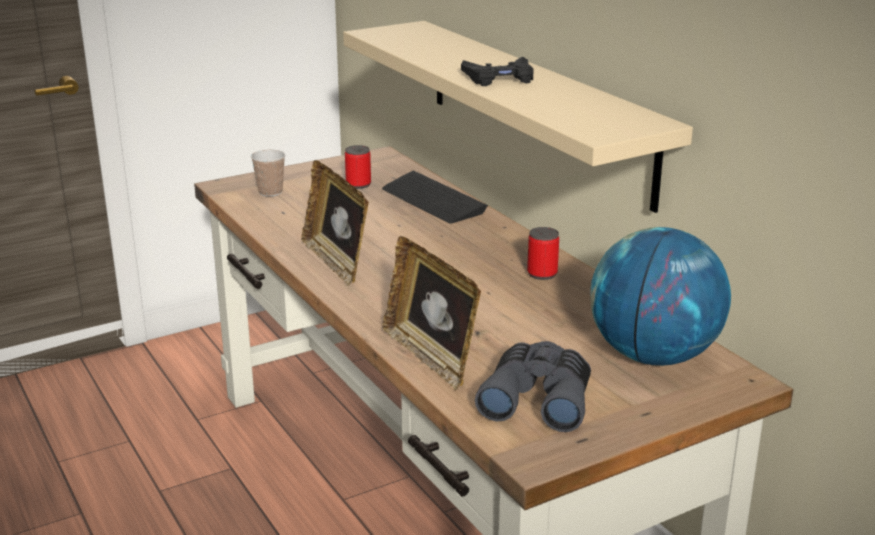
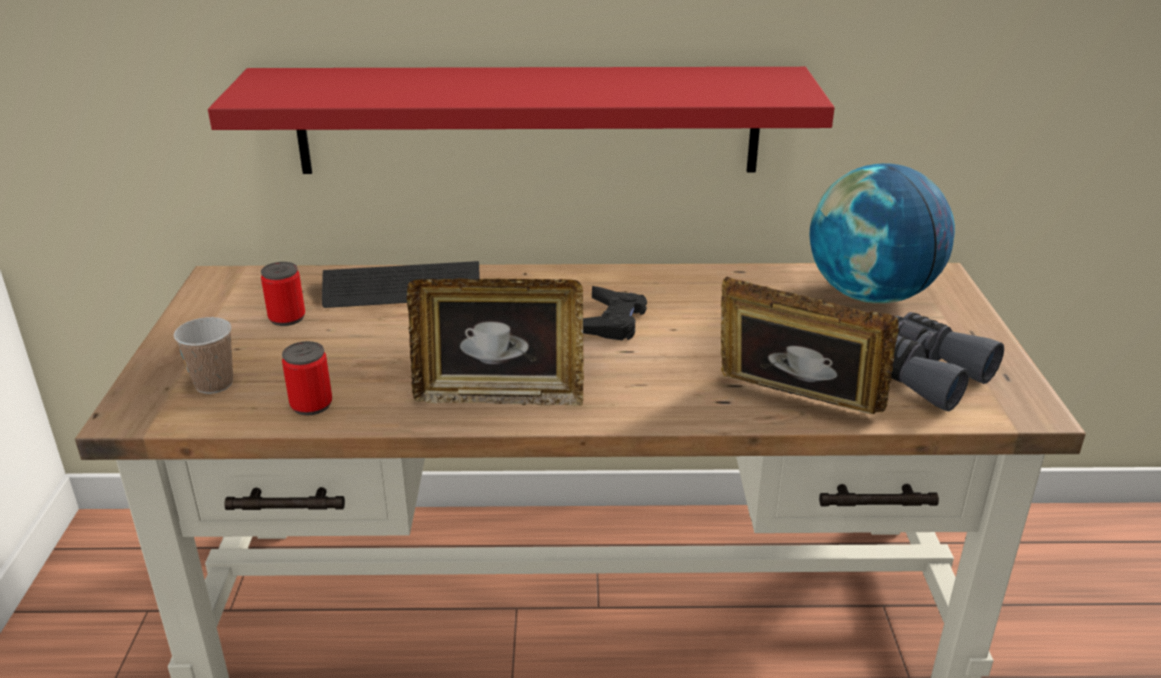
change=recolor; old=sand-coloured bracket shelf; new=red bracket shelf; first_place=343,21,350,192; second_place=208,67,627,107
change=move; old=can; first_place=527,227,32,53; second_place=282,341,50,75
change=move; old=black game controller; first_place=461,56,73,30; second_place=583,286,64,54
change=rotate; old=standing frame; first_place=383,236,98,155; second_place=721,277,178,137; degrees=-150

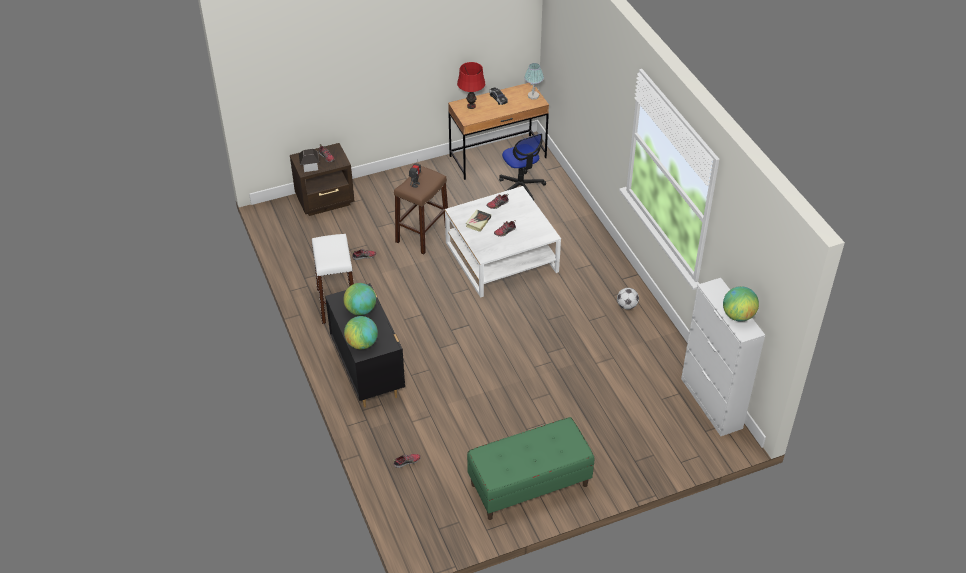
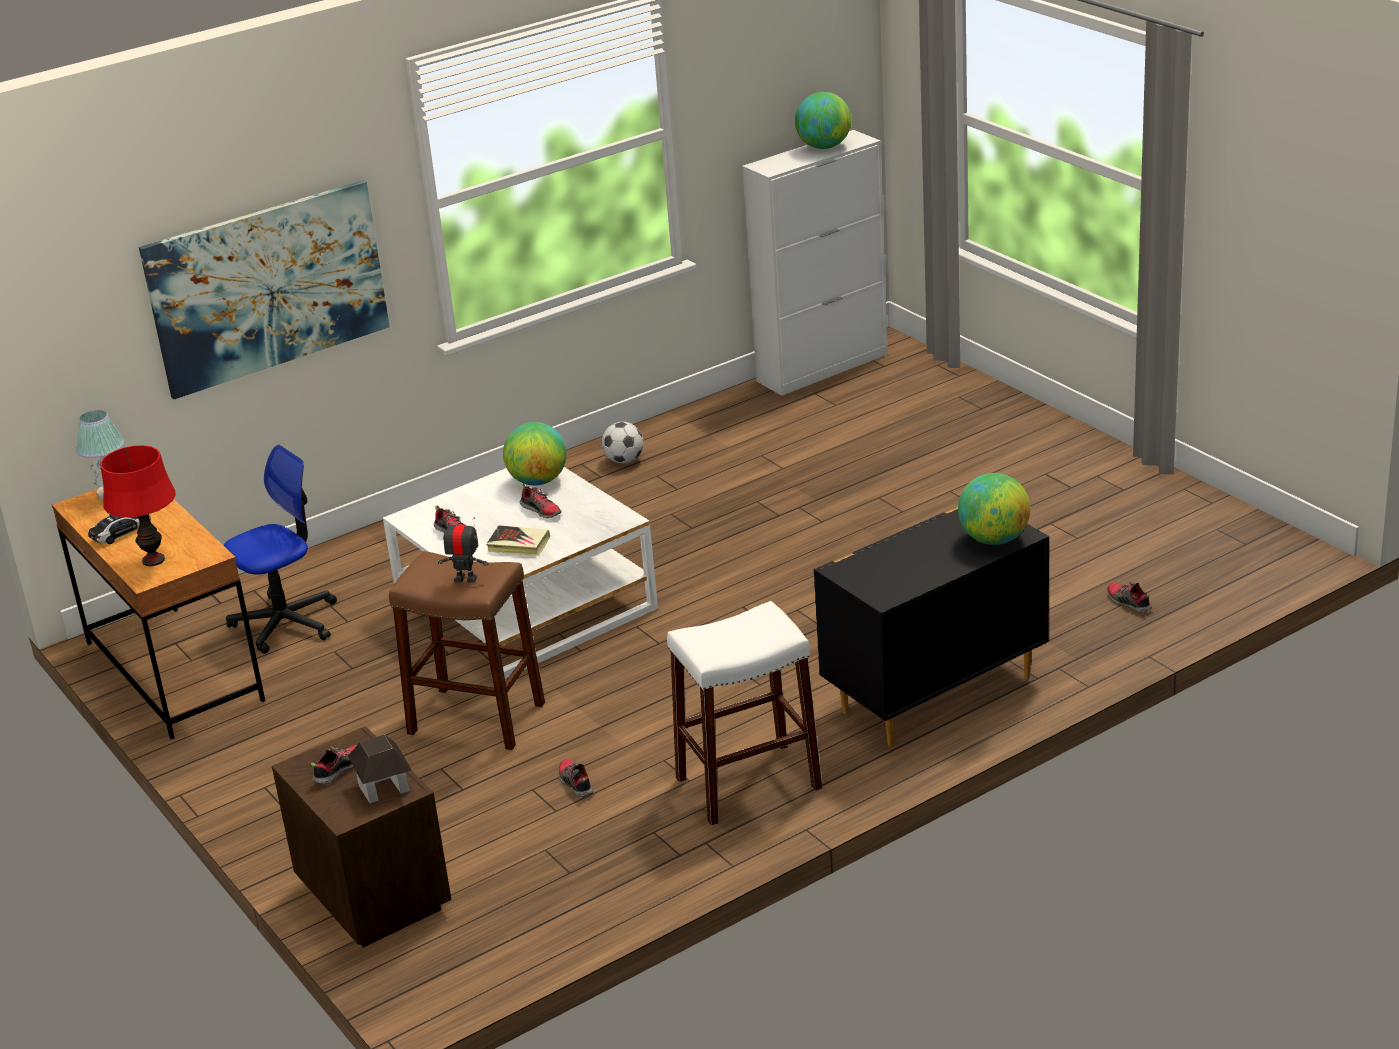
change=insert; new=picture; second_place=139,180,251,219
change=move; old=globe; first_place=343,283,33,32; second_place=503,422,64,64
change=delete; old=green-coloured bench; first_place=467,417,127,103

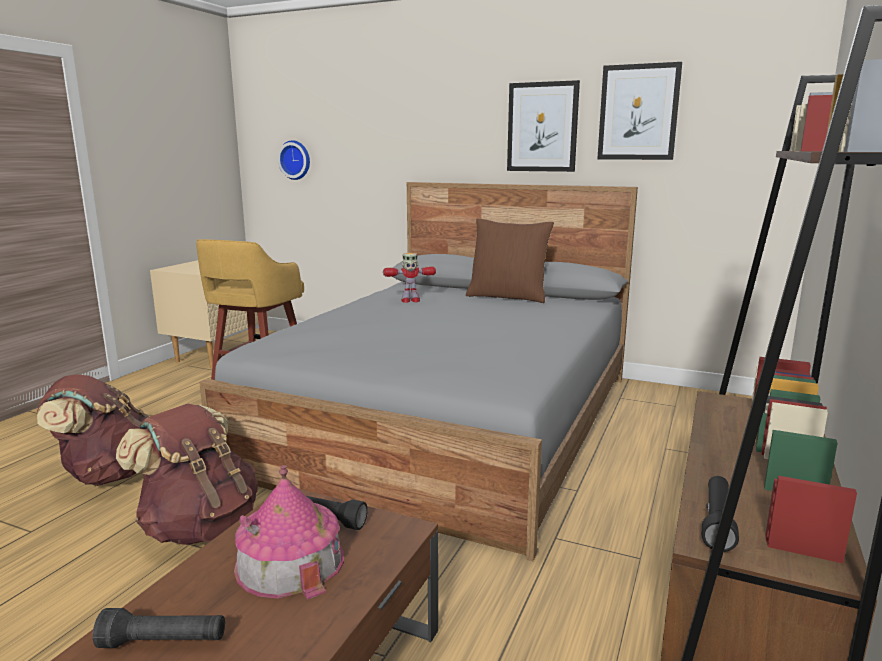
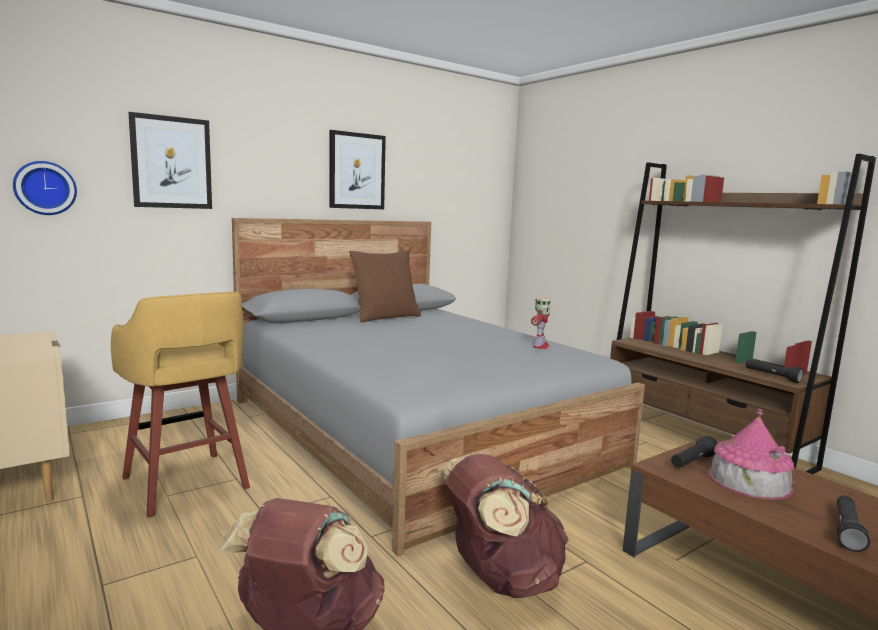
change=move; old=picture; first_place=597,62,85,98; second_place=128,112,84,97
change=move; old=robot figure; first_place=383,253,53,50; second_place=531,298,20,51

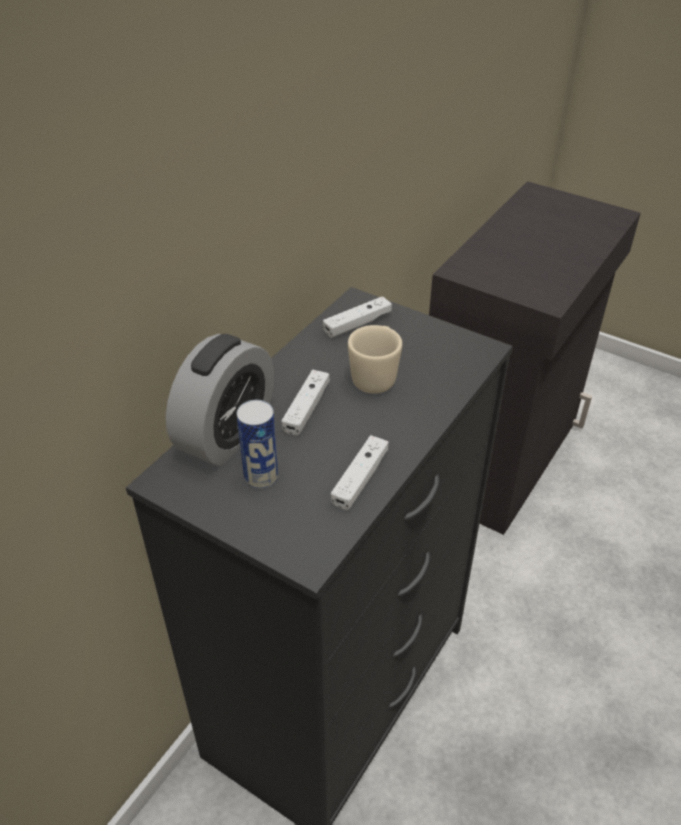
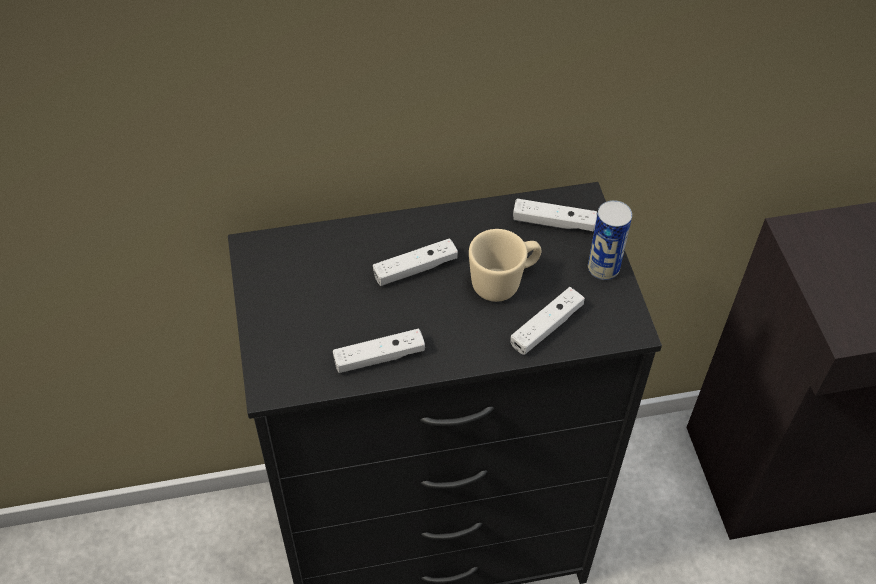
change=insert; new=white-coloured game controller; second_place=510,287,75,68
change=move; old=can; first_place=237,400,41,89; second_place=588,200,44,80
change=delete; old=table clock; first_place=166,334,108,132

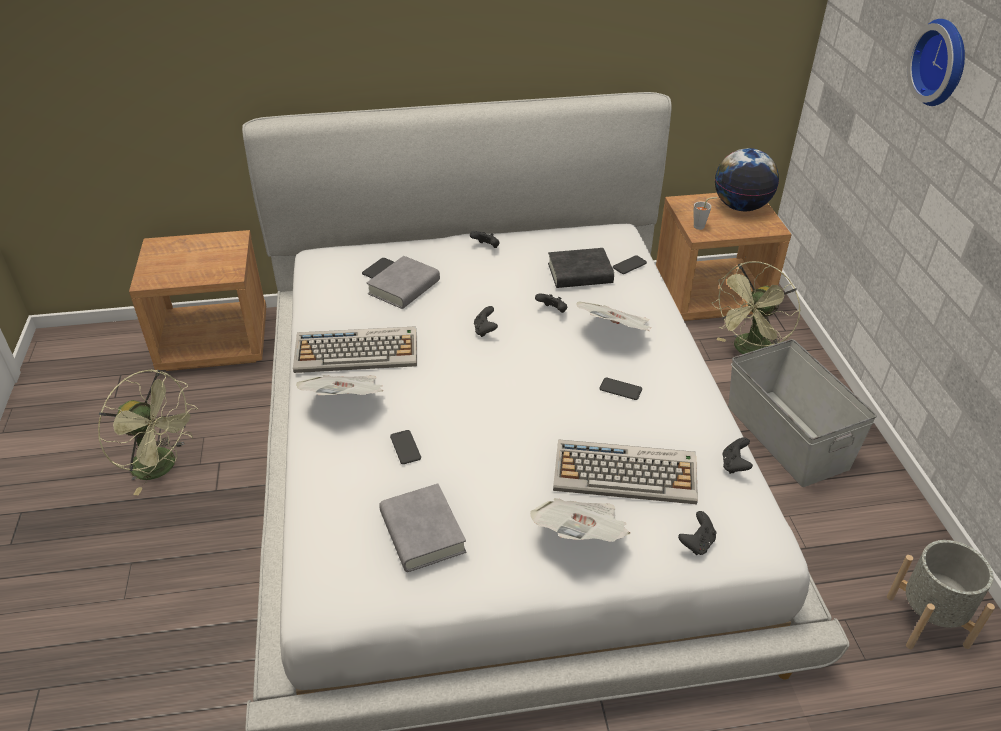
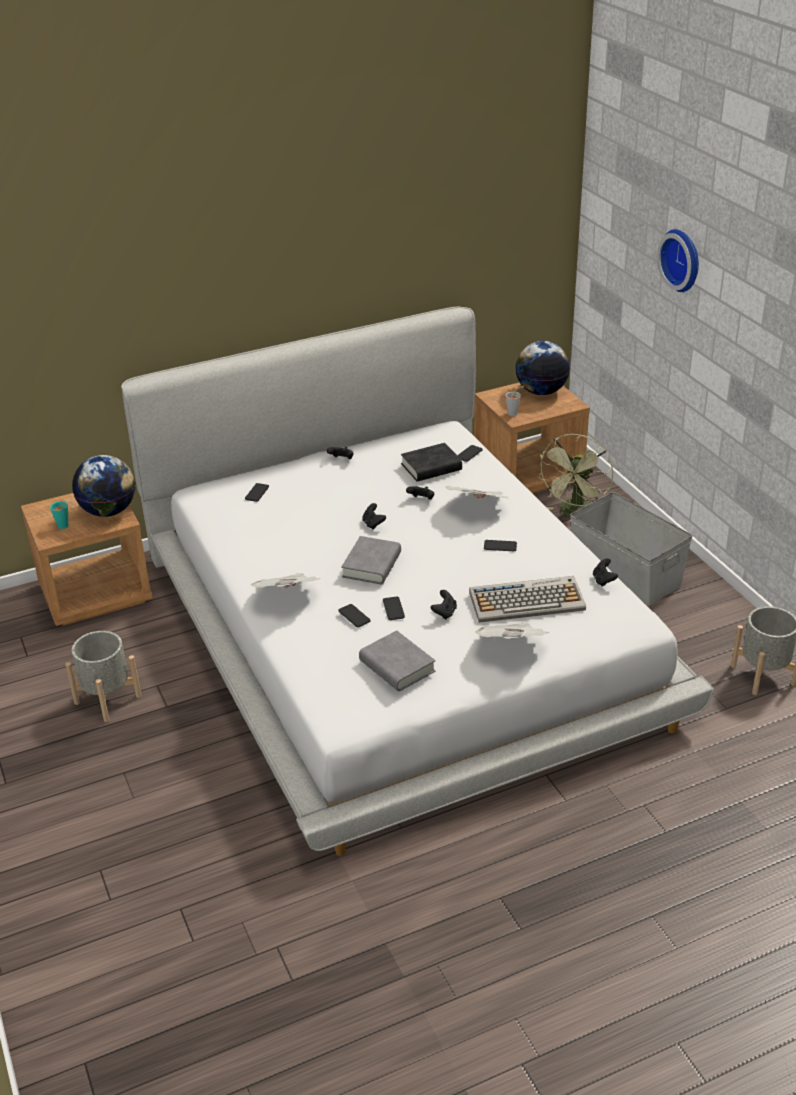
change=insert; new=turquoise-coloured drinking cup; second_place=50,500,21,29
change=replace; old=green-coloured cooling fan; new=gray plant pot; first_place=98,369,100,126; second_place=65,631,76,91
change=insert; new=globe; second_place=72,455,64,62
change=move; old=gray volume; first_place=367,256,73,53; second_place=341,536,60,48
change=insert; new=telephone; second_place=383,597,22,23
change=move; old=black game controller; first_place=678,511,39,44; second_place=431,590,26,30
change=delete; old=computer keyboard; first_place=293,326,124,47

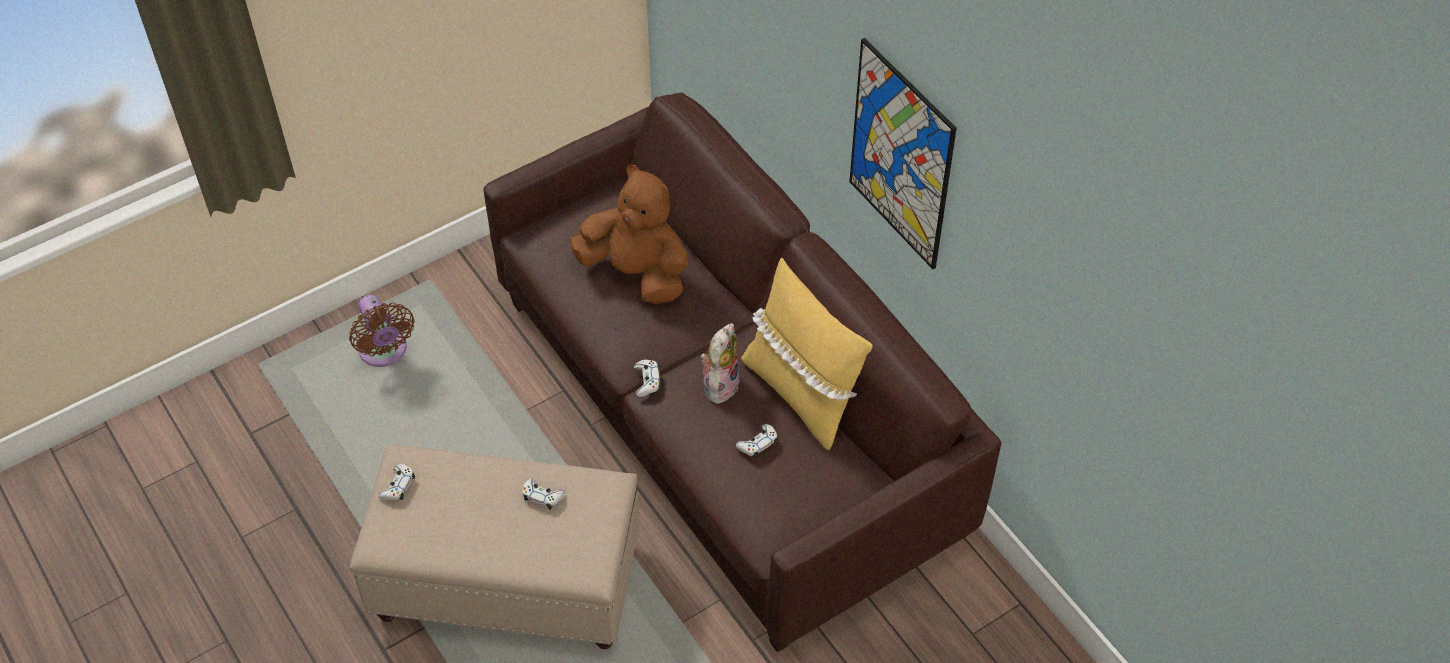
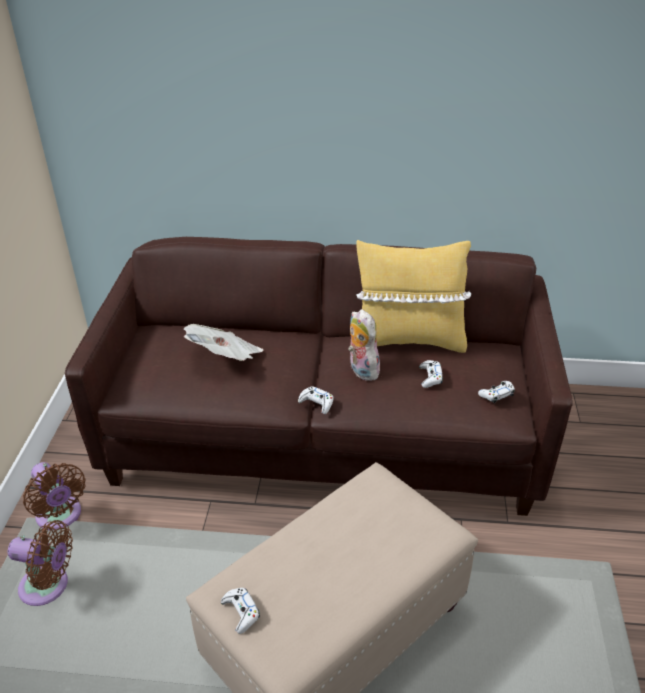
change=insert; new=brown cooling fan; second_place=23,462,63,68
change=replace; old=brown plush toy; new=printed paper; first_place=569,164,119,140; second_place=183,324,81,37
change=move; old=white-coloured game controller; first_place=522,479,44,31; second_place=478,381,37,22
change=delete; old=picture; first_place=849,38,108,231

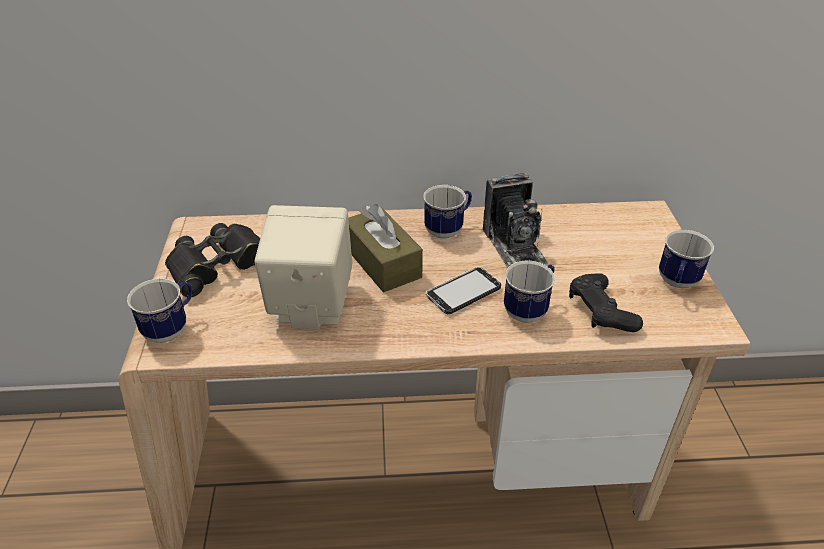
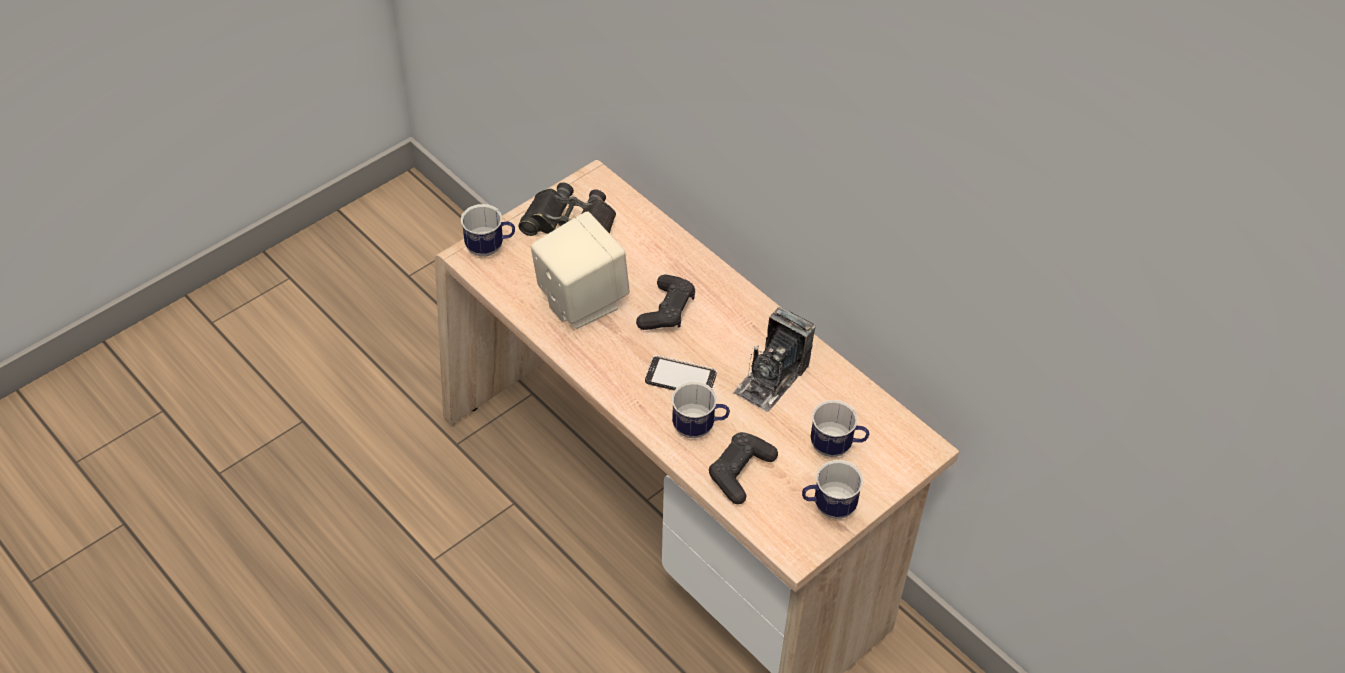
change=replace; old=brown box of tissues; new=black game controller; first_place=348,204,75,88; second_place=636,274,59,56
change=move; old=tea mug; first_place=423,185,49,54; second_place=810,400,59,57

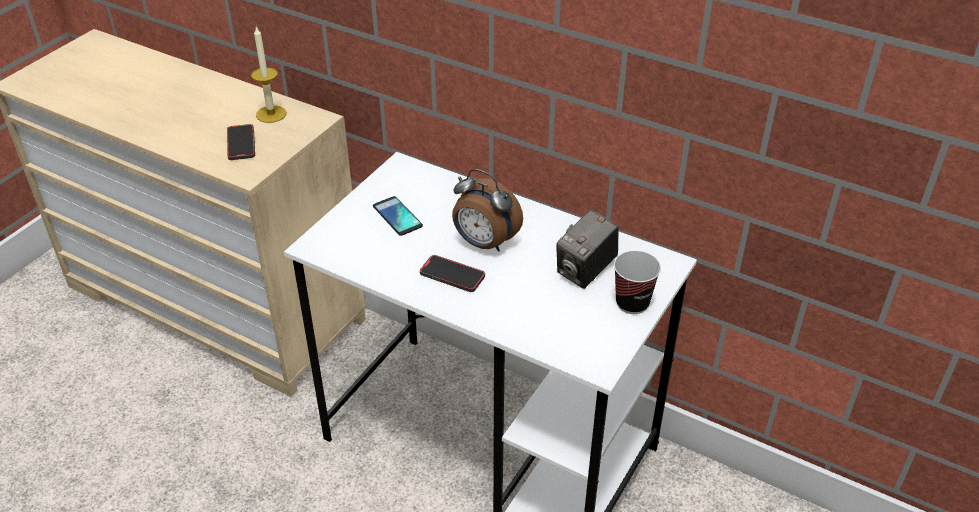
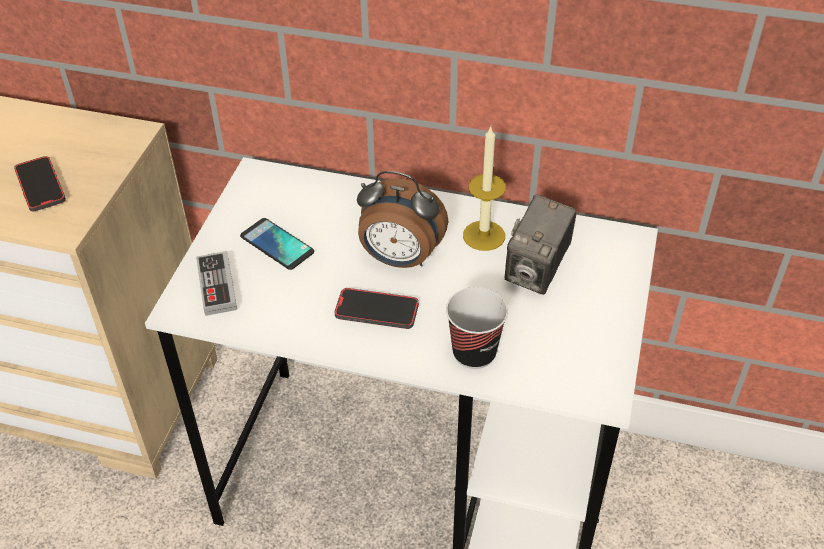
change=insert; new=game controller; second_place=196,251,41,65
change=move; old=drinking cup; first_place=614,251,47,63; second_place=446,287,62,82
change=move; old=wax candle; first_place=251,26,36,97; second_place=463,127,43,124

